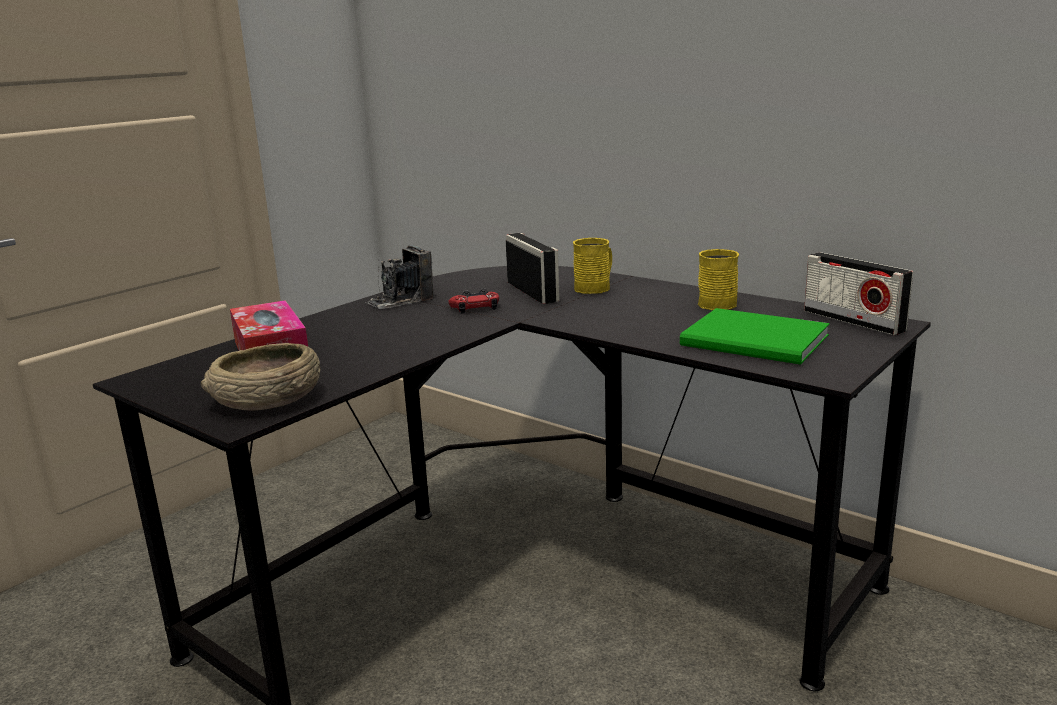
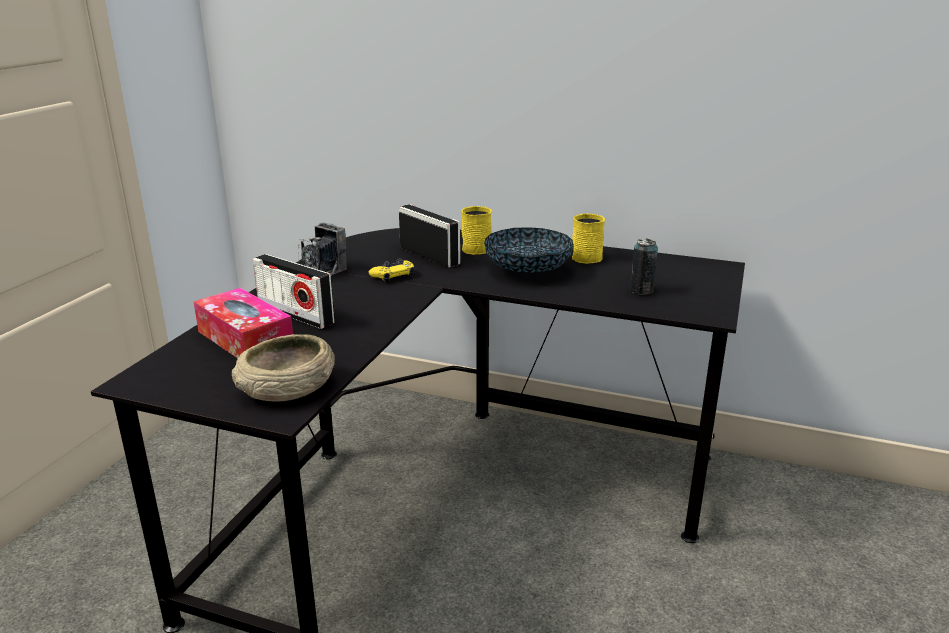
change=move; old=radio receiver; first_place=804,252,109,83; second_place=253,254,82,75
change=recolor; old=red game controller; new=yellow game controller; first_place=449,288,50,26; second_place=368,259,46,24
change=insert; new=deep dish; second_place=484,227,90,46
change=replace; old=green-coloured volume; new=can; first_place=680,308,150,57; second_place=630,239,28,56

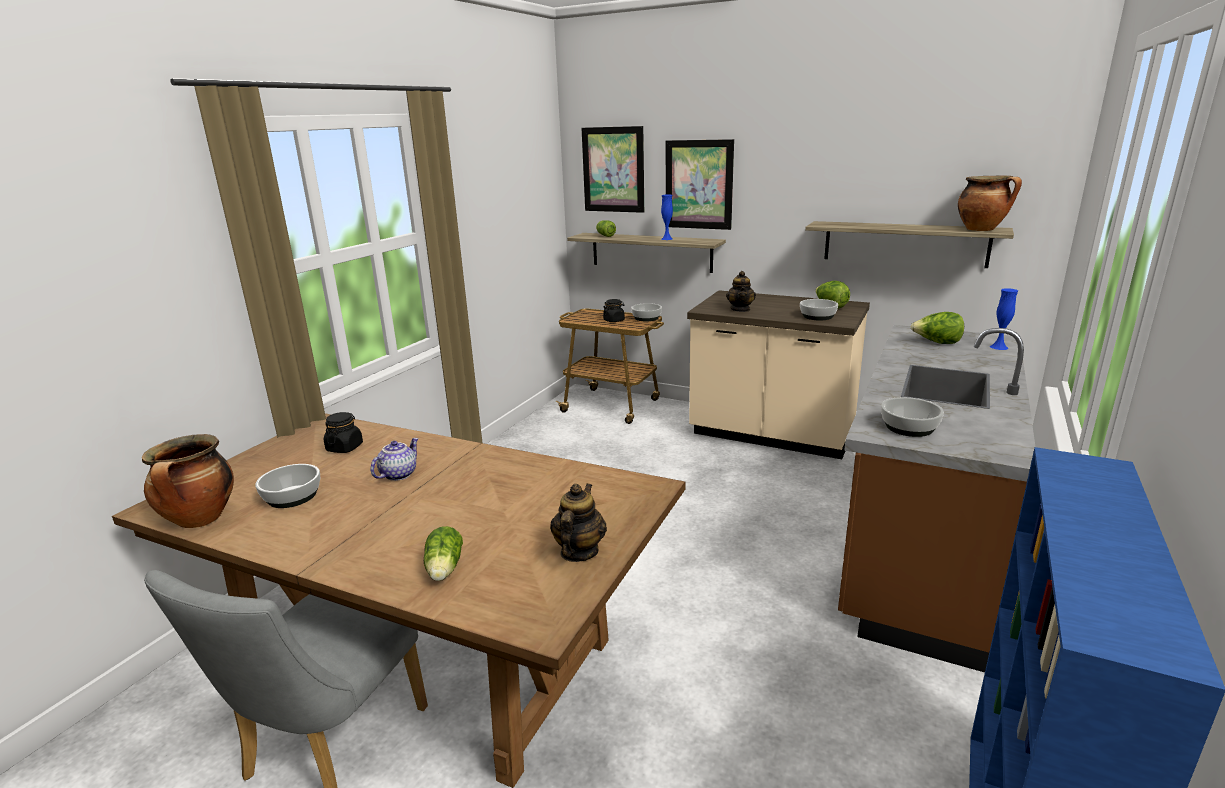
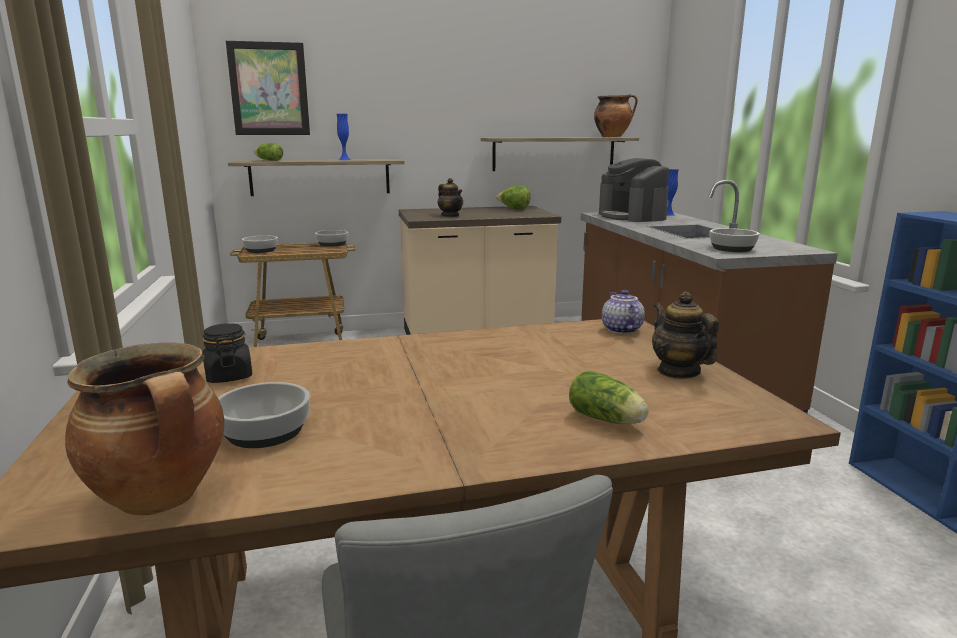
change=move; old=deep dish; first_place=800,299,38,21; second_place=242,235,36,18
change=replace; old=lettuce; new=coffee brewer; first_place=910,312,54,32; second_place=599,158,70,64
change=move; old=tea pot; first_place=370,438,49,43; second_place=602,290,43,44
change=delete; old=black storage jar; first_place=603,299,22,23
change=delete; old=picture; first_place=666,139,68,91

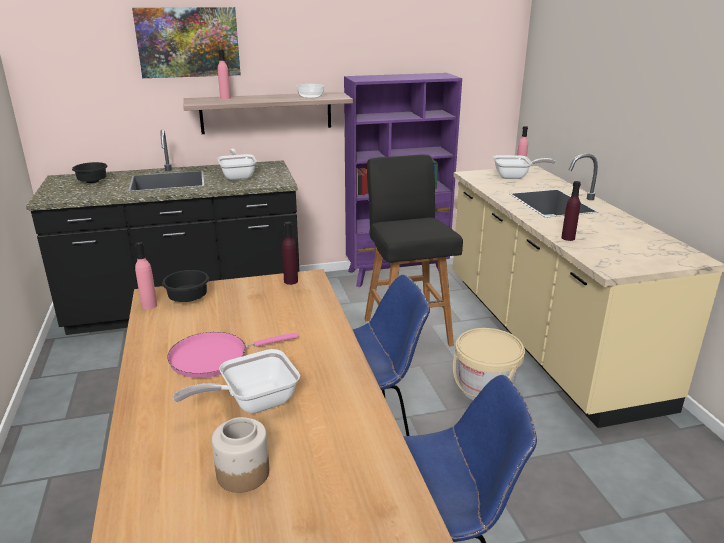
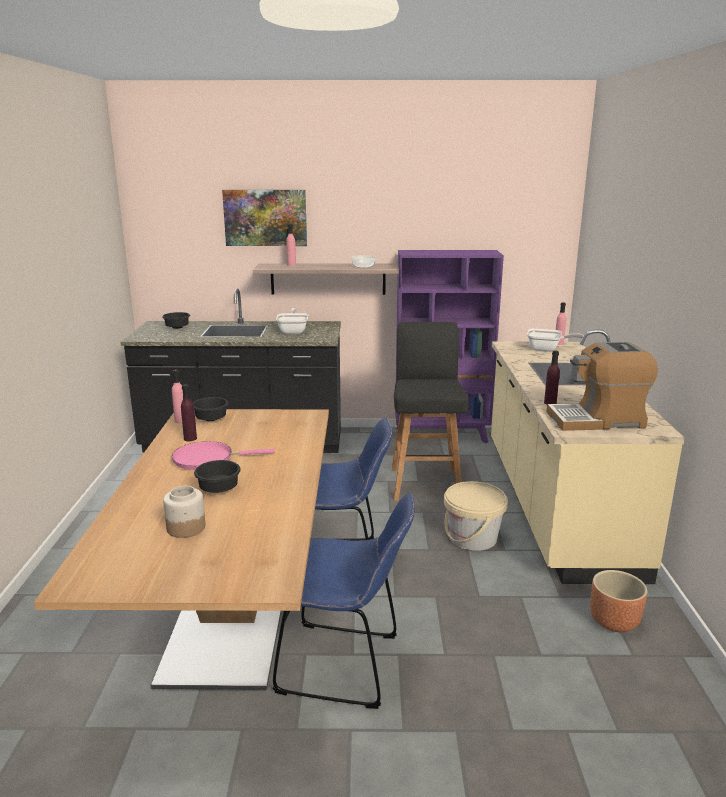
change=move; old=purple-coloured bottle; first_place=282,222,16,63; second_place=181,384,16,57
change=replace; old=pan; new=black deep dish; first_place=173,349,127,64; second_place=194,460,47,33
change=insert; new=coffee brewer; second_place=546,342,112,89
change=insert; new=brown plant pot; second_place=590,570,57,62

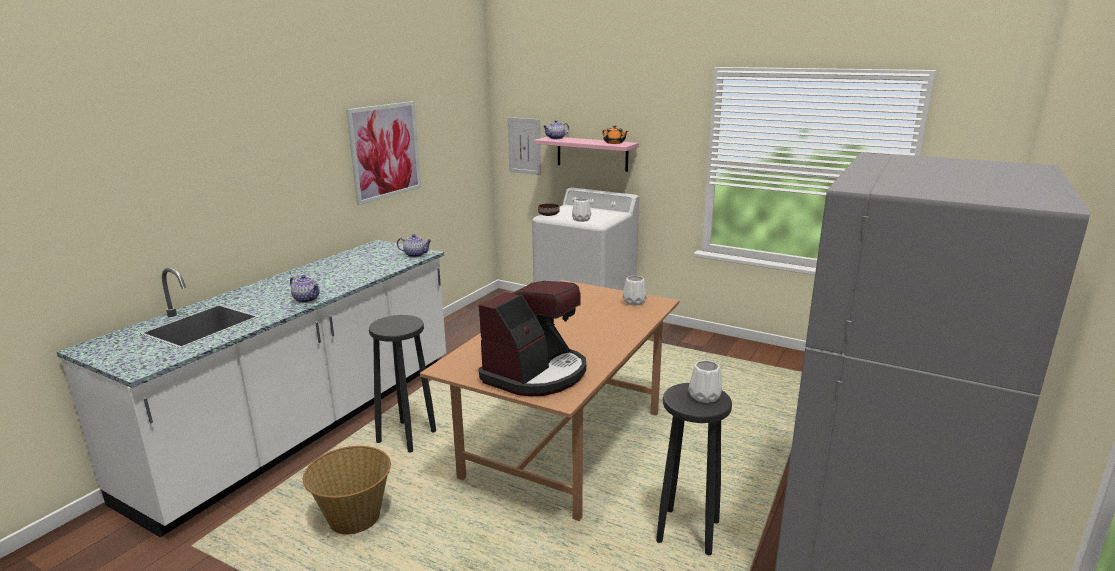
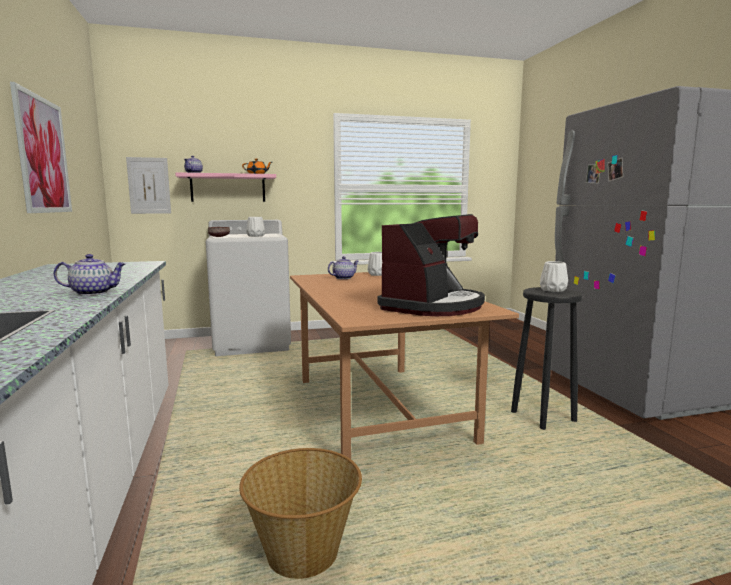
change=move; old=tea pot; first_place=397,234,35,23; second_place=328,256,31,23
change=rotate; old=coffee brewer; first_place=479,281,107,115; second_place=377,214,108,102; degrees=45
change=delete; old=black stool seat; first_place=369,315,67,138

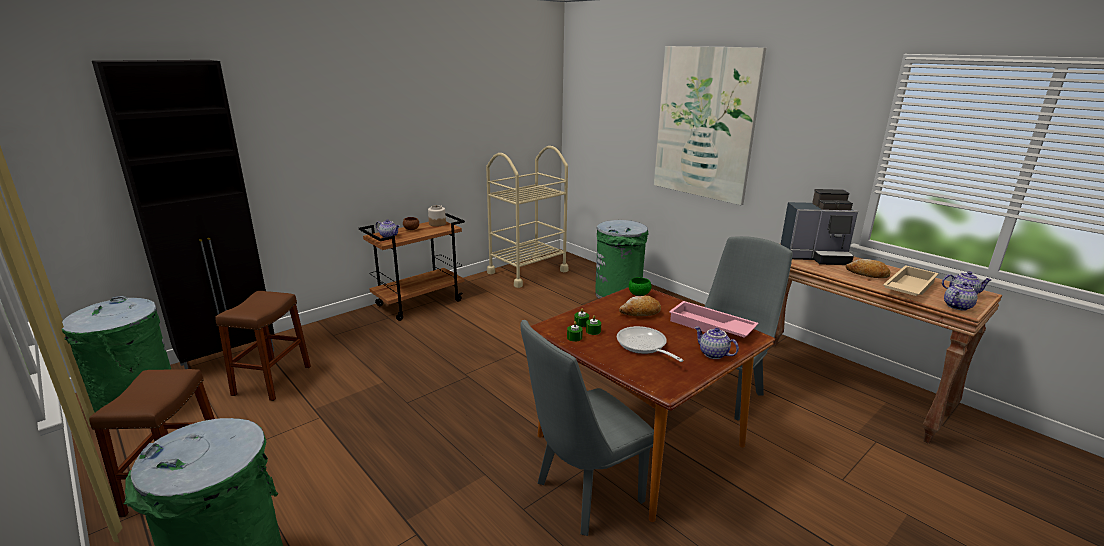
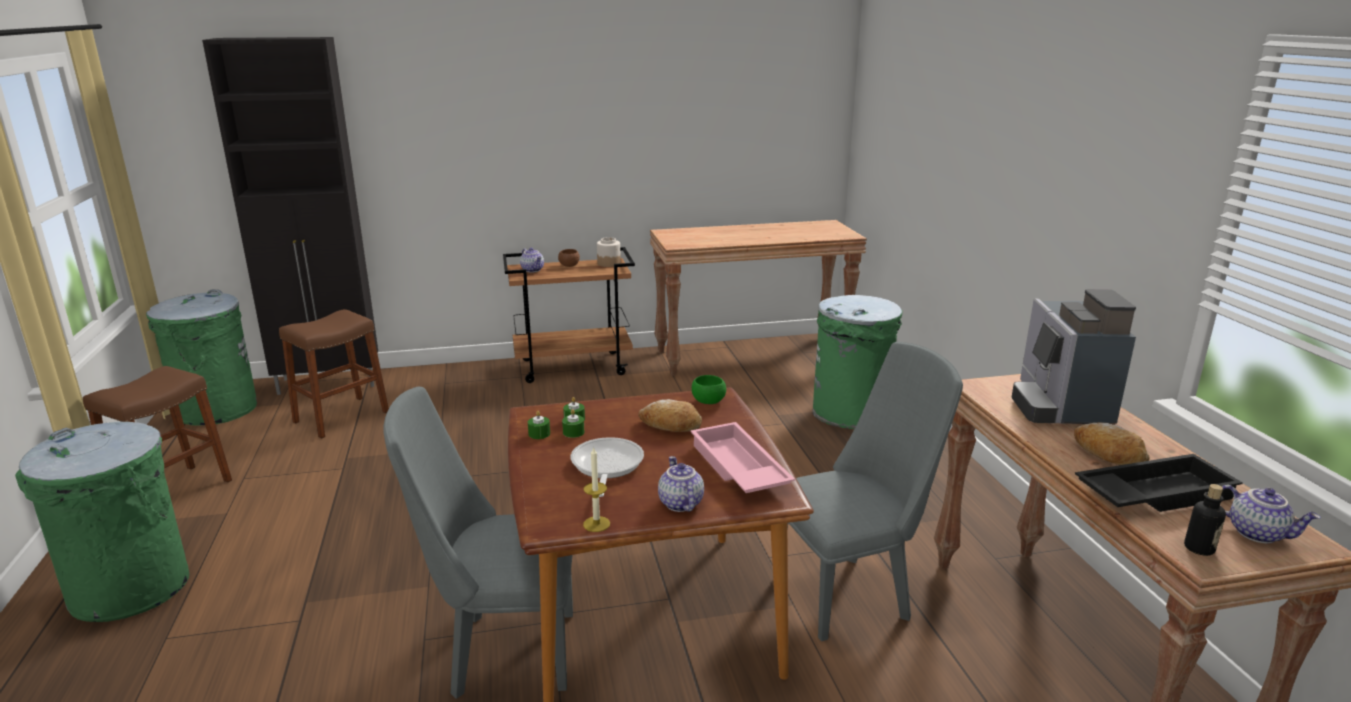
change=insert; new=wax candle; second_place=583,446,27,86
change=replace; old=sand-coloured cart; new=brown console table; first_place=486,146,82,142; second_place=650,220,217,156
change=rotate; old=coffee brewer; first_place=781,189,77,76; second_place=1012,289,124,135; degrees=60
change=recolor; old=sand-coloured serving tray; new=black serving tray; first_place=883,265,56,31; second_place=1075,454,168,58
change=replace; old=tea pot; new=bottle; first_place=944,282,34,29; second_place=1184,484,42,72
change=delete; old=picture; first_place=654,46,112,159

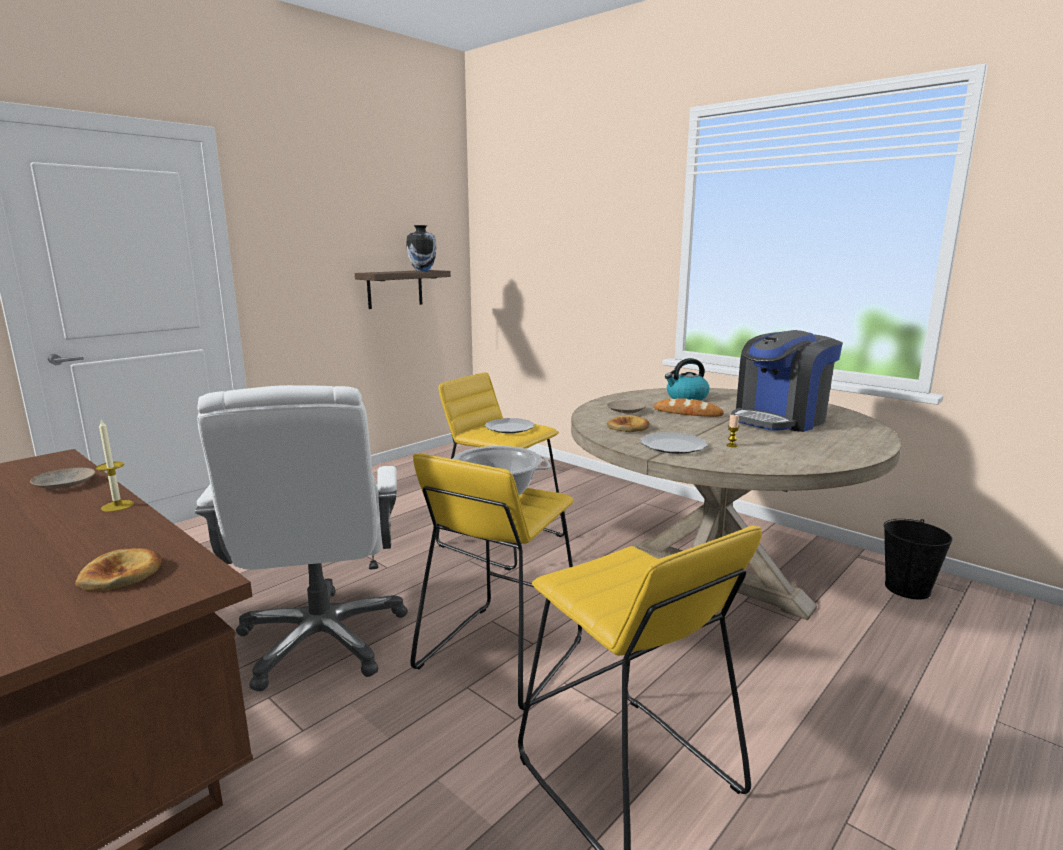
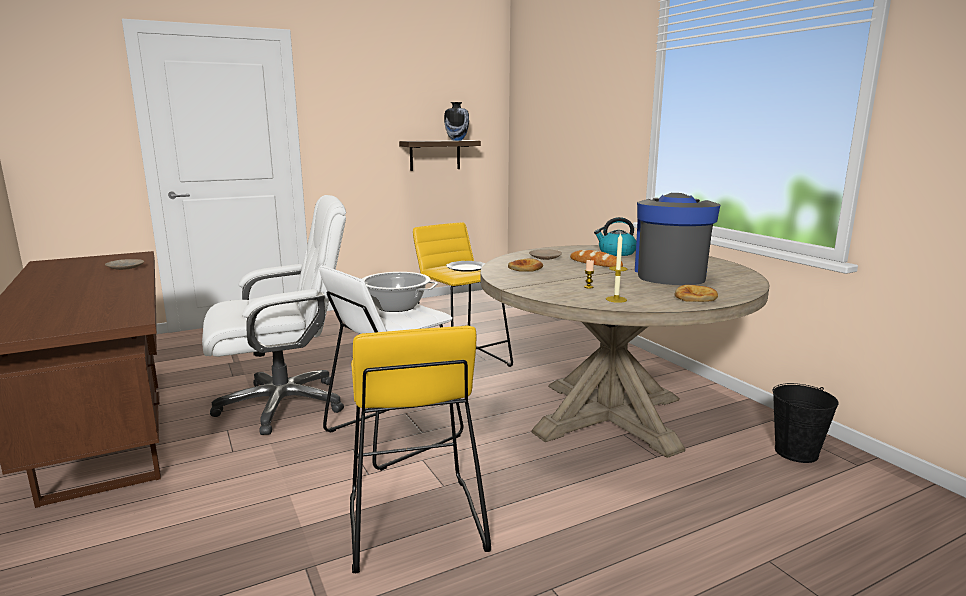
change=rotate; old=white-coloured office chair; first_place=195,385,213,307; second_place=202,195,144,240; degrees=-120
change=recolor; old=yellow stool seat; new=white-coloured stool seat; first_place=410,453,172,257; second_place=319,266,144,205
change=move; old=wax candle; first_place=96,419,38,93; second_place=606,232,21,71
change=rotate; old=coffee brewer; first_place=731,330,112,102; second_place=635,193,85,92; degrees=120
change=move; old=bakery bread; first_place=75,548,87,43; second_place=674,285,44,17
change=delete; old=flat dish; first_place=640,432,68,22

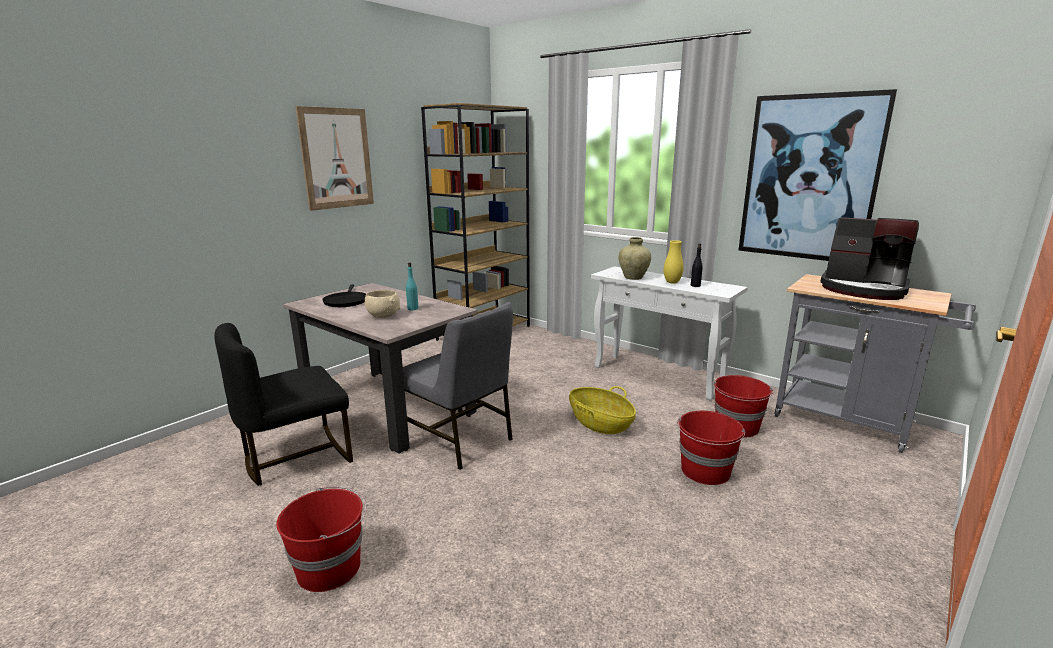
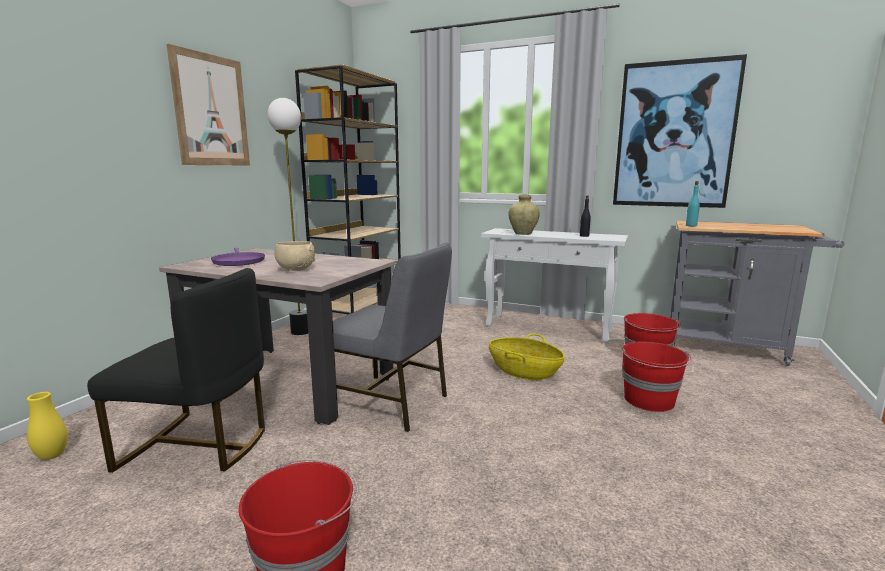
change=move; old=yellow vase; first_place=664,240,20,44; second_place=27,392,41,68
change=rotate; old=black upright chair; first_place=214,323,139,163; second_place=87,268,178,205; degrees=-120
change=recolor; old=black pan; new=purple-coloured pan; first_place=322,284,44,23; second_place=211,248,54,18
change=insert; new=standard lamp; second_place=267,98,41,237
change=move; old=turquoise-coloured bottle; first_place=406,262,13,48; second_place=686,181,14,46
change=delete; old=coffee brewer; first_place=820,217,99,83

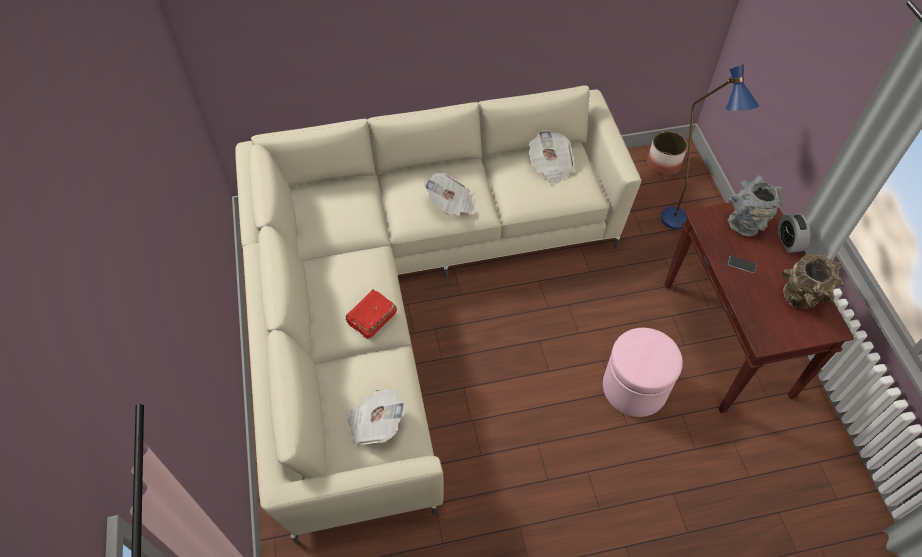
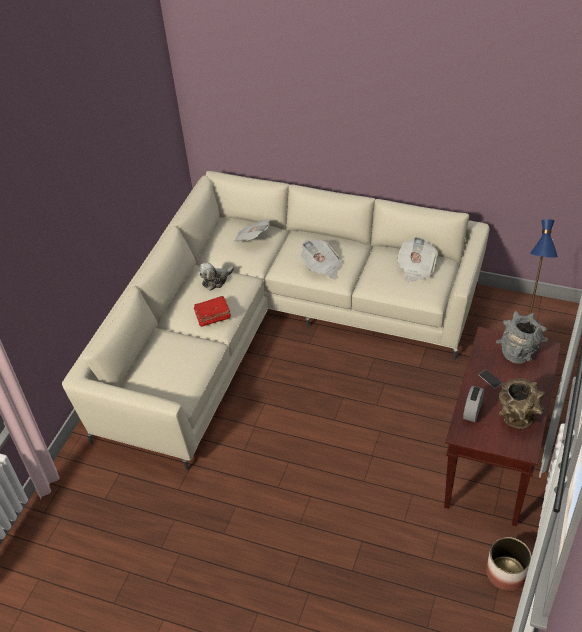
change=insert; new=plush toy; second_place=199,262,35,29
change=move; old=printed paper; first_place=346,389,60,56; second_place=233,220,37,22
change=move; old=table clock; first_place=778,214,32,39; second_place=463,386,21,36
change=move; old=plant pot; first_place=647,131,41,45; second_place=486,537,45,54
change=delete; old=pink-coloured pouffe; first_place=603,328,80,89

